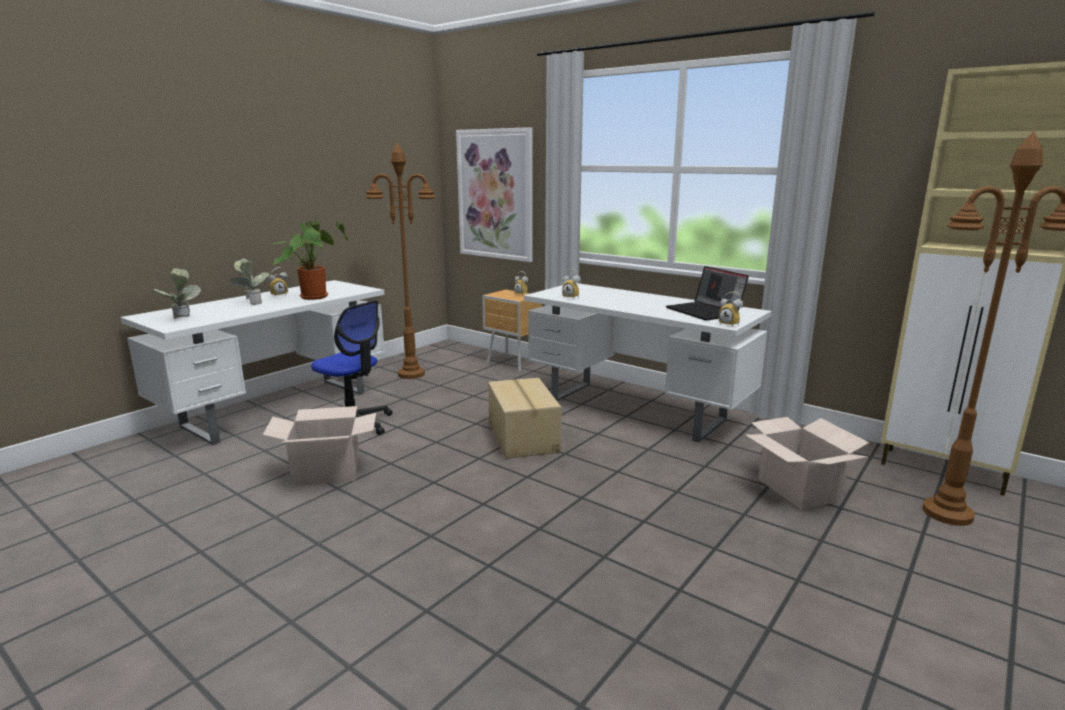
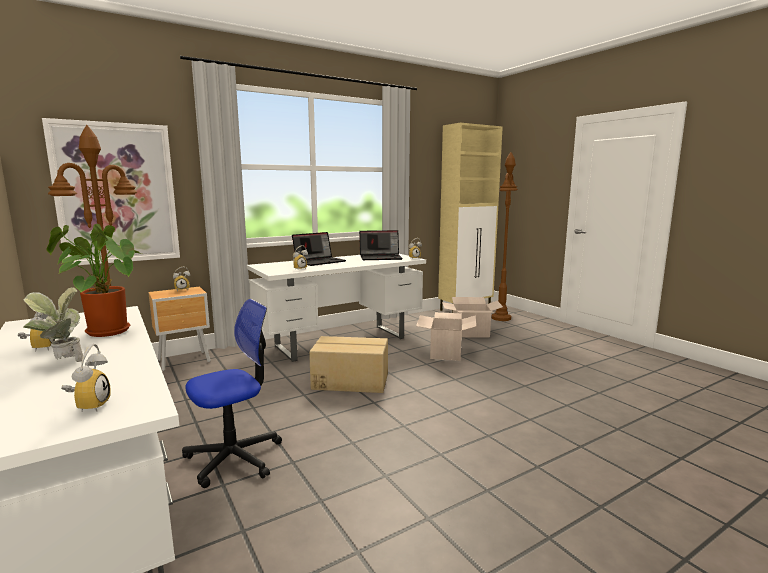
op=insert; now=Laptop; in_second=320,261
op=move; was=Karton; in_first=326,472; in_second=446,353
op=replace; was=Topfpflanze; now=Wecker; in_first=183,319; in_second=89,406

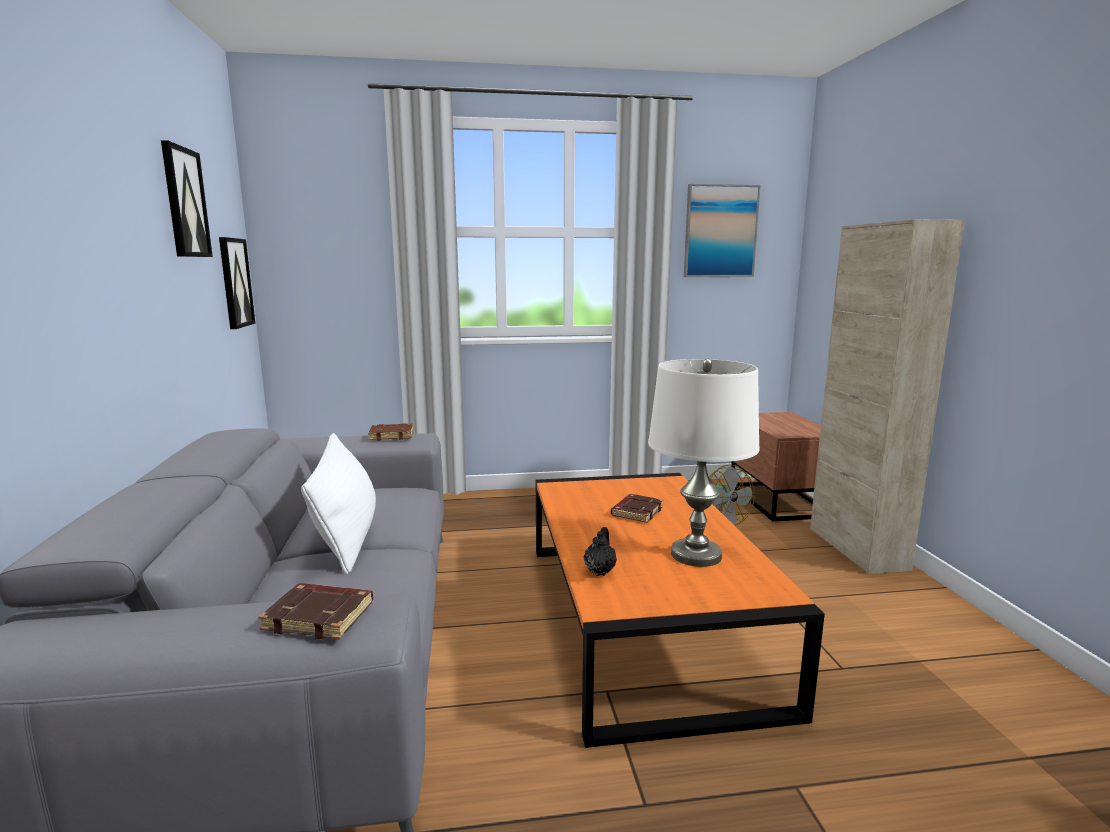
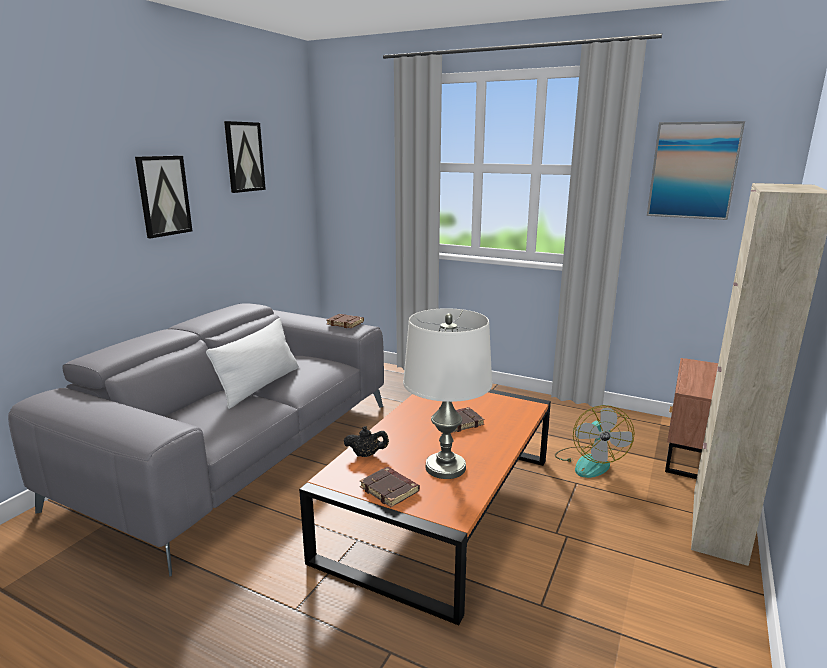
op=move; was=Bild; in_first=235,283; in_second=163,196
op=move; was=Buch/braun; in_first=321,616; in_second=390,490
op=rotate; was=Teekanne/schwarz; in_first=600,570; in_second=366,455; clockwise=45

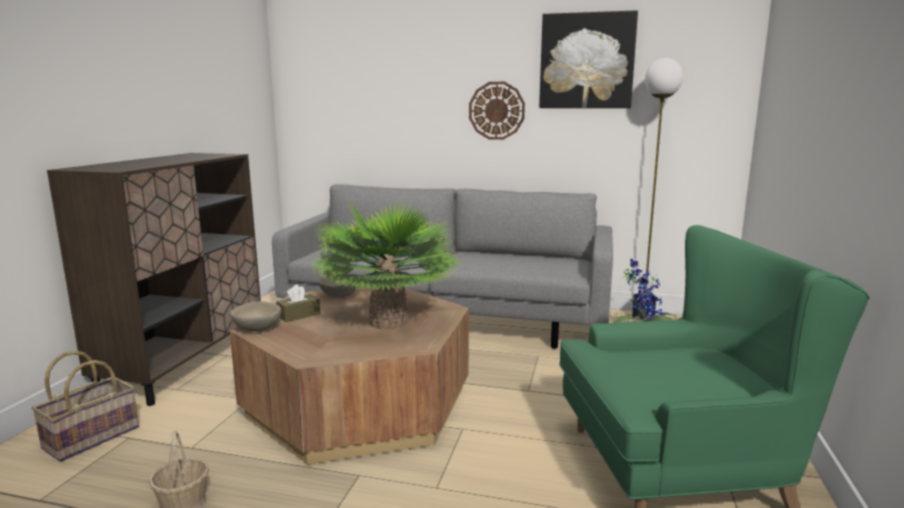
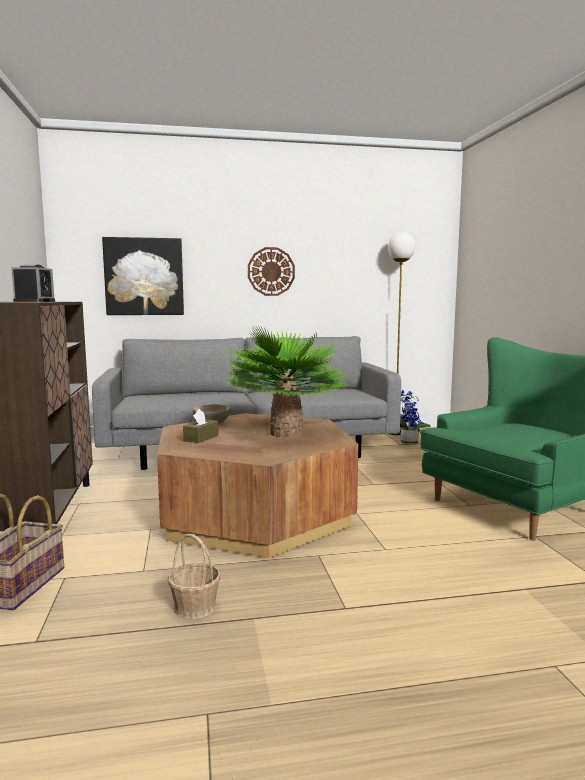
op=delete; was=Schüssel/beige; in_first=257,329
op=insert; now=Wecker; in_second=34,301
op=move; was=Bild; in_first=586,61; in_second=144,277

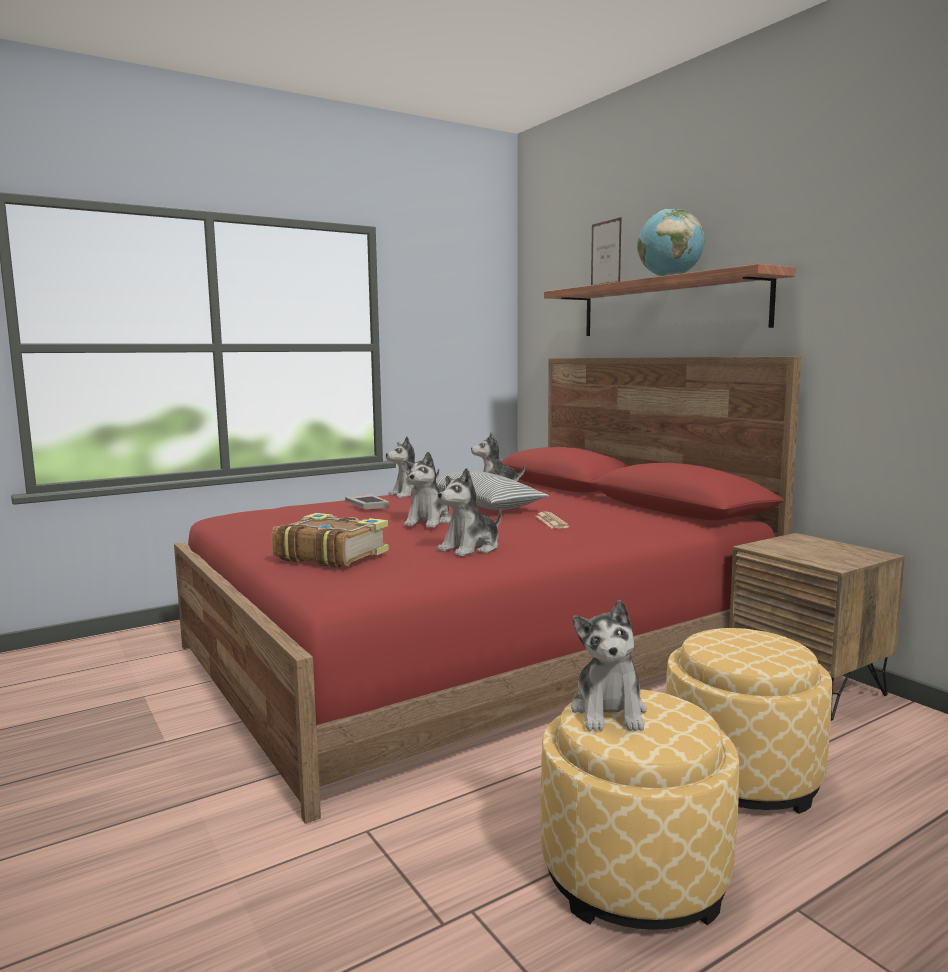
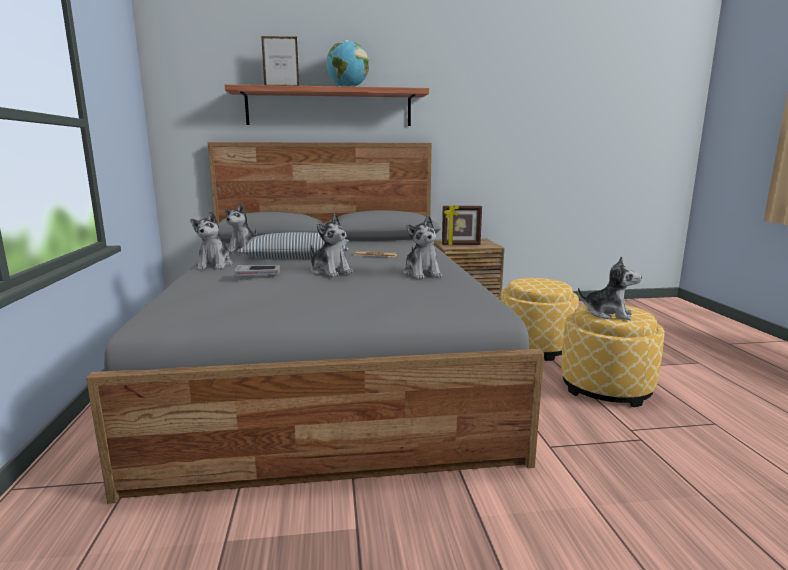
op=delete; was=Buch; in_first=331,555
op=insert; now=Bilderrahmen; in_second=461,244
op=recolor; was=Bett/rot; now=Bett/grau; in_first=477,651; in_second=331,366

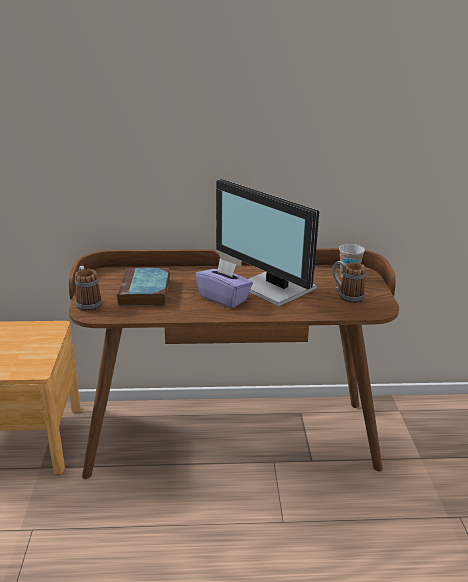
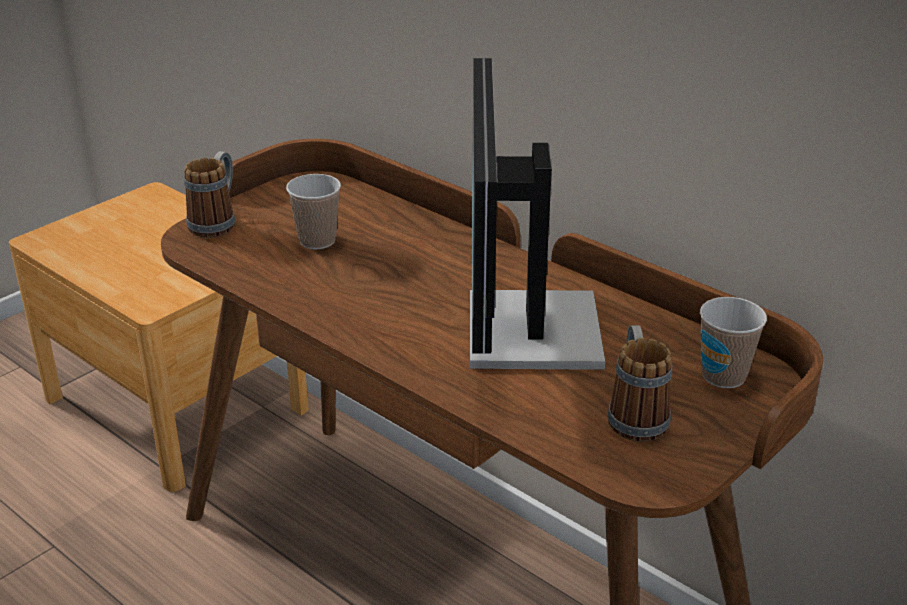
op=delete; was=Taschentuchbox/lila; in_first=224,298
op=replace; was=Buch; now=Tasse; in_first=145,292; in_second=317,241

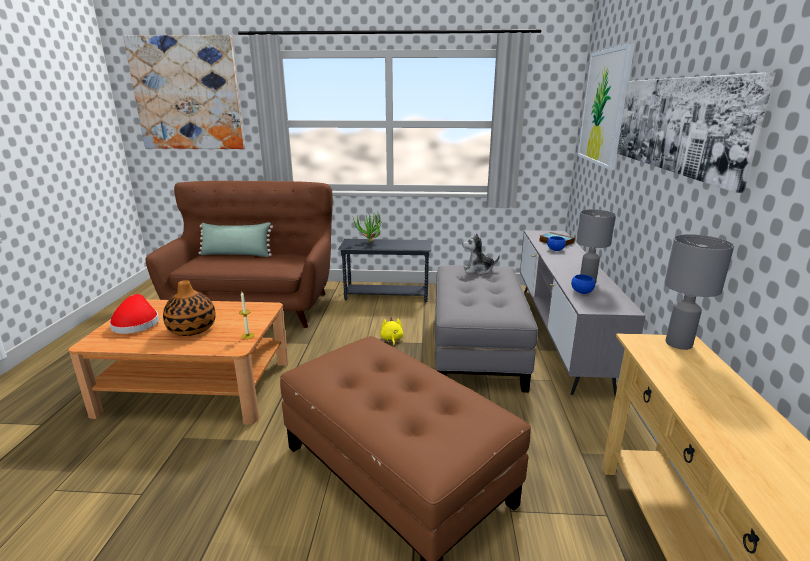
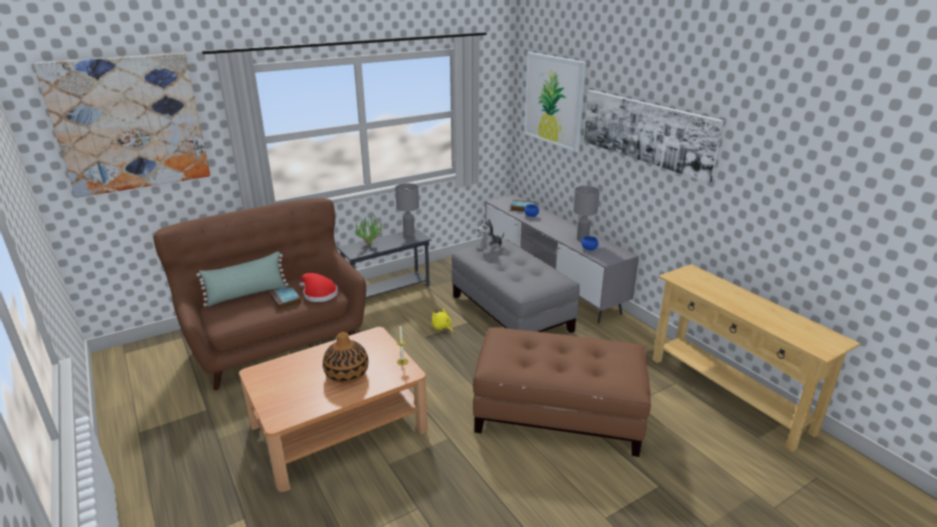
op=insert; now=Buch; in_second=286,300
op=move; was=Hut/rot; in_first=136,323; in_second=318,294
op=move; was=Tischlampe/grau; in_first=678,343; in_second=409,233

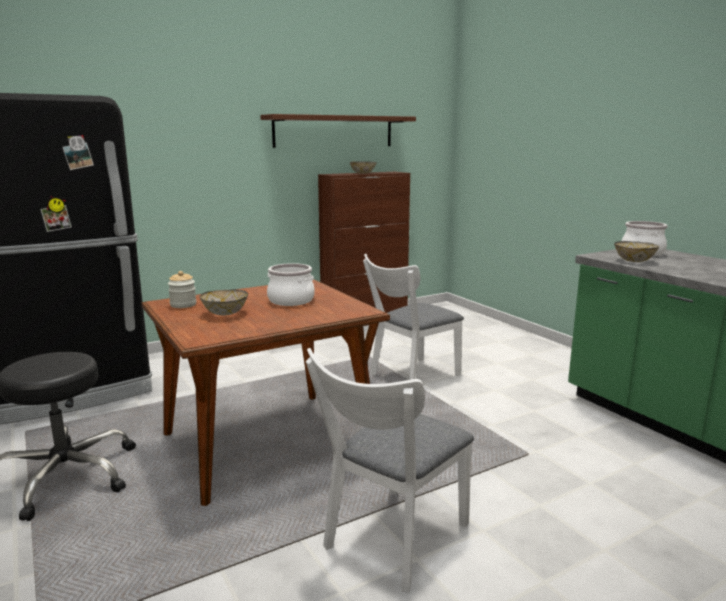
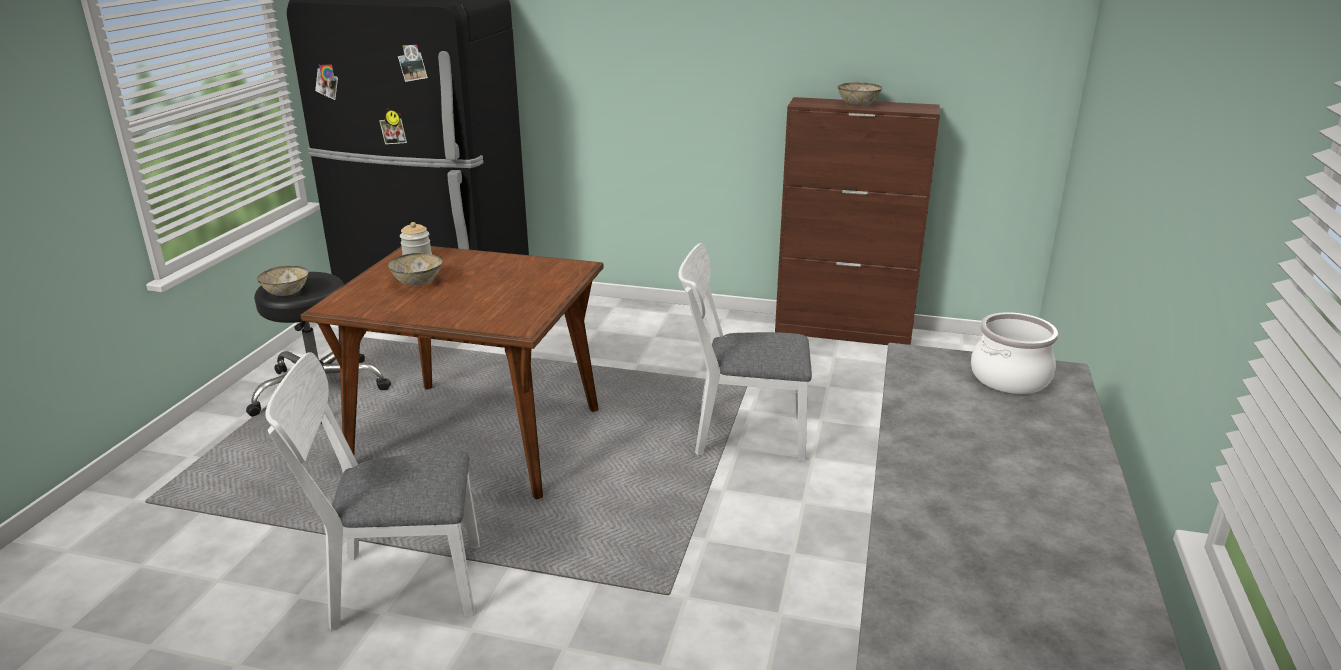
op=delete; was=Wandregal/braun; in_first=334,131
op=delete; was=Kochtopf; in_first=290,301
op=move; was=Schüssel; in_first=633,261; in_second=286,292

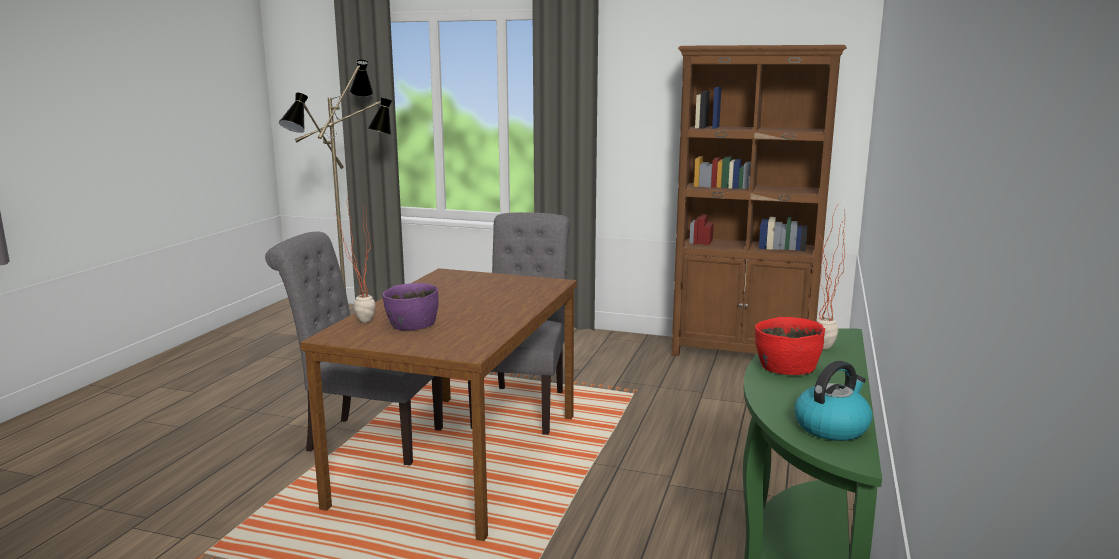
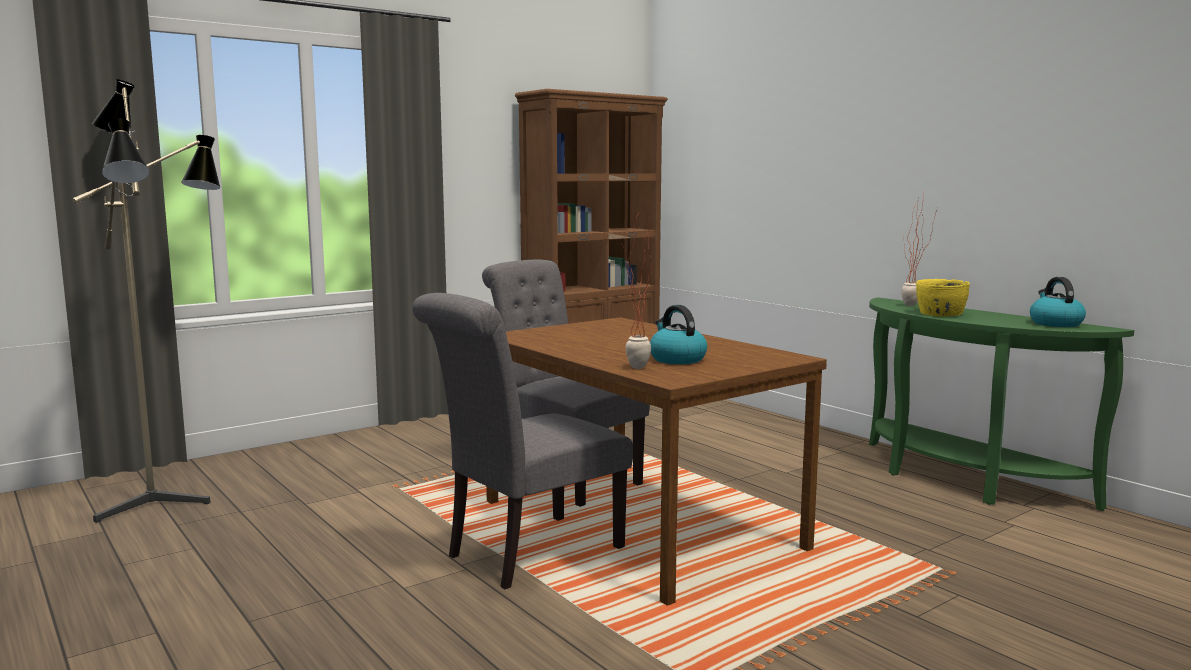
op=replace; was=Schüssel/lila; now=Wasserkessel; in_first=411,324; in_second=676,359
op=recolor; was=Schüssel/rot; now=Schüssel/gelb; in_first=786,367; in_second=940,314

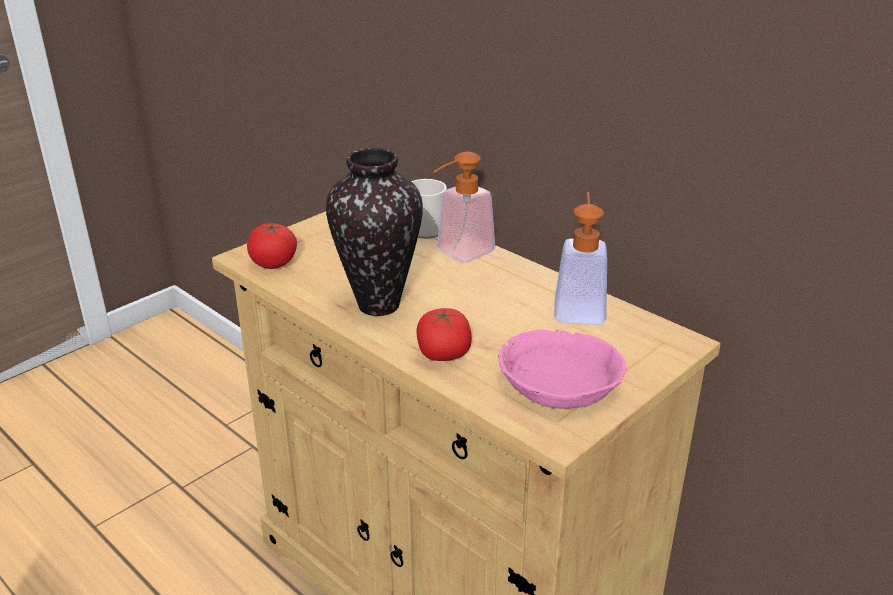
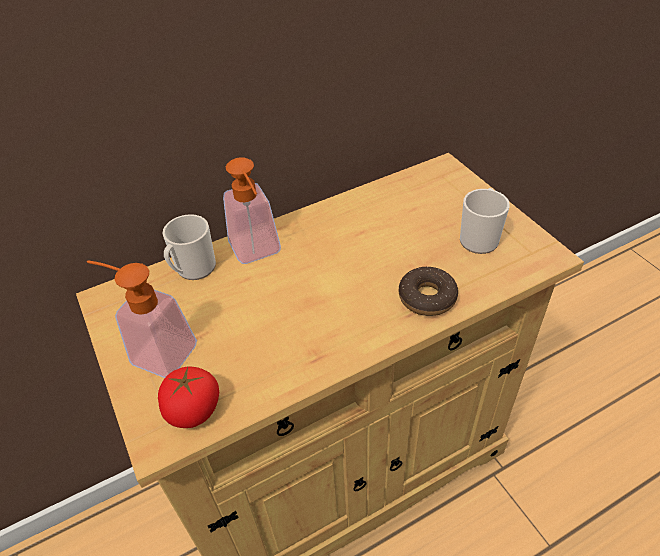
op=delete; was=Vase; in_first=380,305
op=move; was=Seifenspender; in_first=579,306; in_second=155,351
op=replace; was=Tomate; now=Donut; in_first=443,354; in_second=427,297
op=replace; was=Schüssel/rosa; now=Henkelbecher; in_first=560,380; in_second=479,237

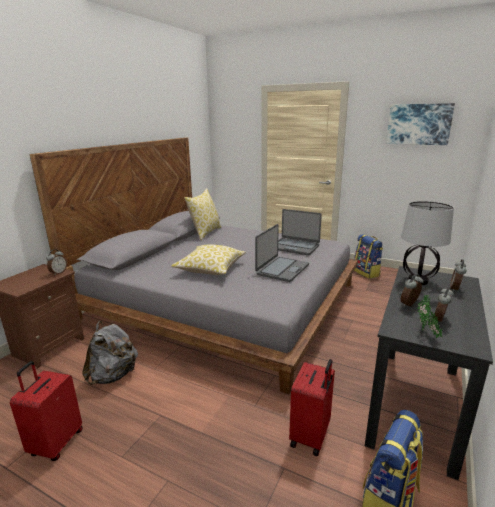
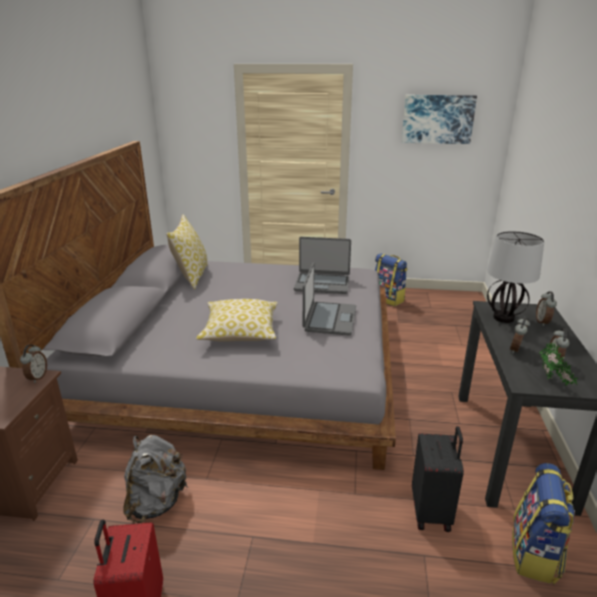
op=recolor; was=Koffer/rot; now=Koffer/schwarz; in_first=311,436; in_second=432,512

